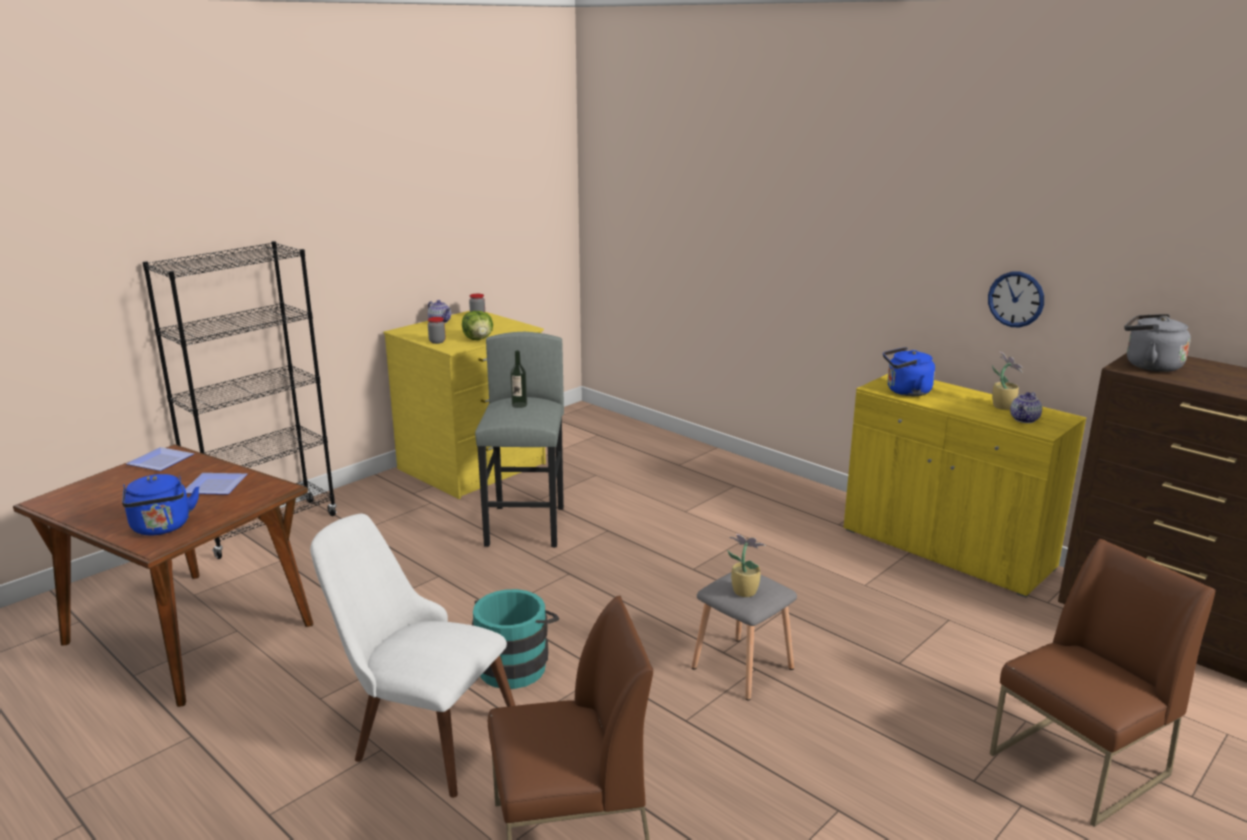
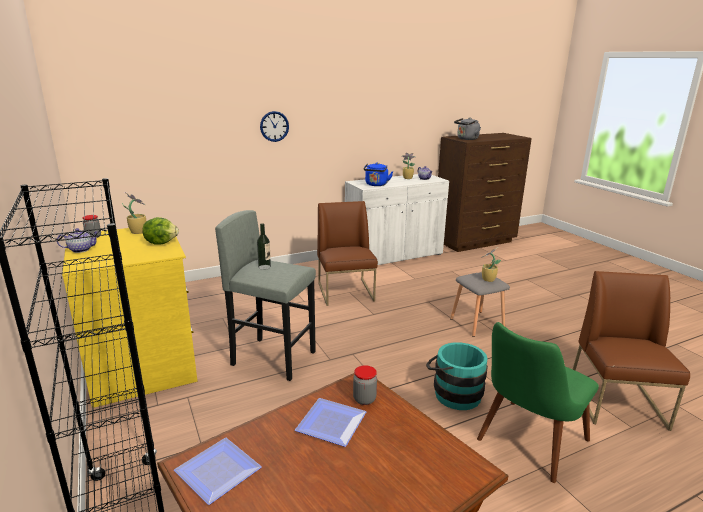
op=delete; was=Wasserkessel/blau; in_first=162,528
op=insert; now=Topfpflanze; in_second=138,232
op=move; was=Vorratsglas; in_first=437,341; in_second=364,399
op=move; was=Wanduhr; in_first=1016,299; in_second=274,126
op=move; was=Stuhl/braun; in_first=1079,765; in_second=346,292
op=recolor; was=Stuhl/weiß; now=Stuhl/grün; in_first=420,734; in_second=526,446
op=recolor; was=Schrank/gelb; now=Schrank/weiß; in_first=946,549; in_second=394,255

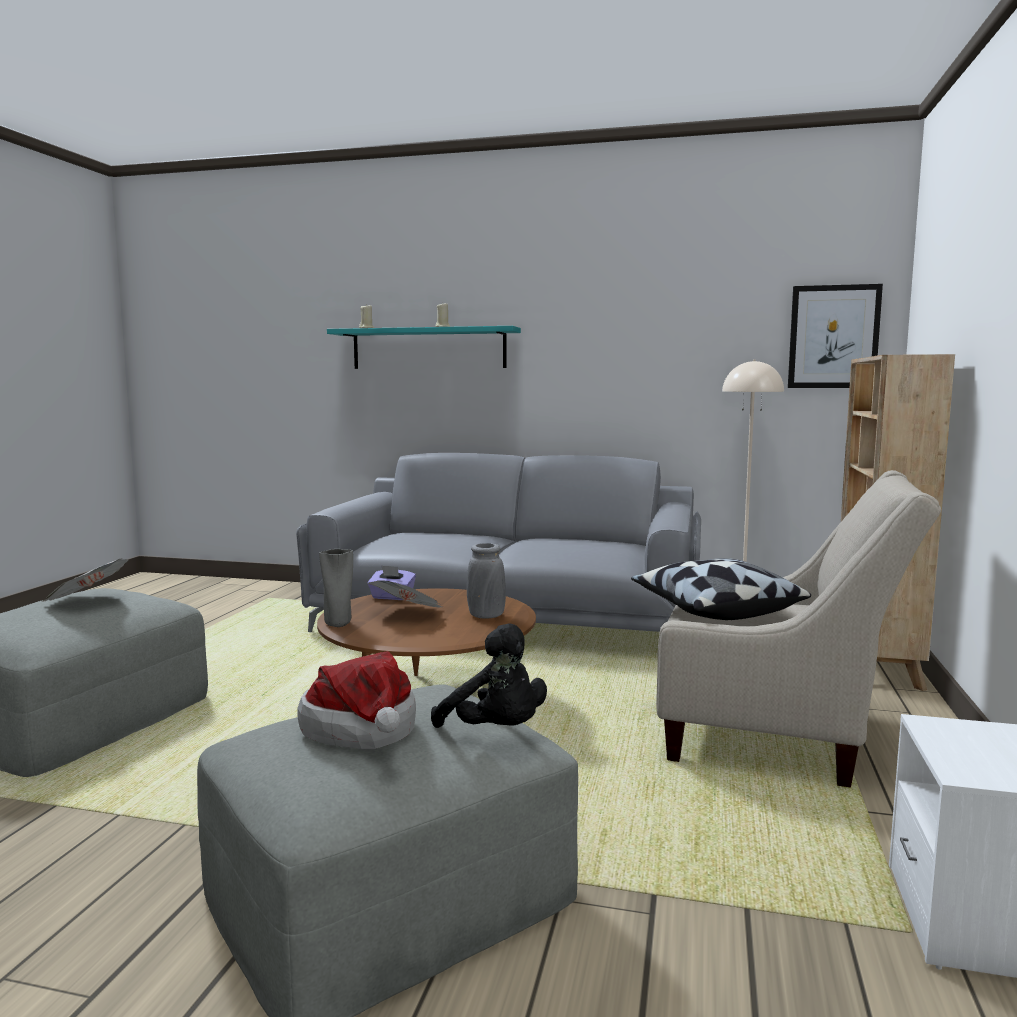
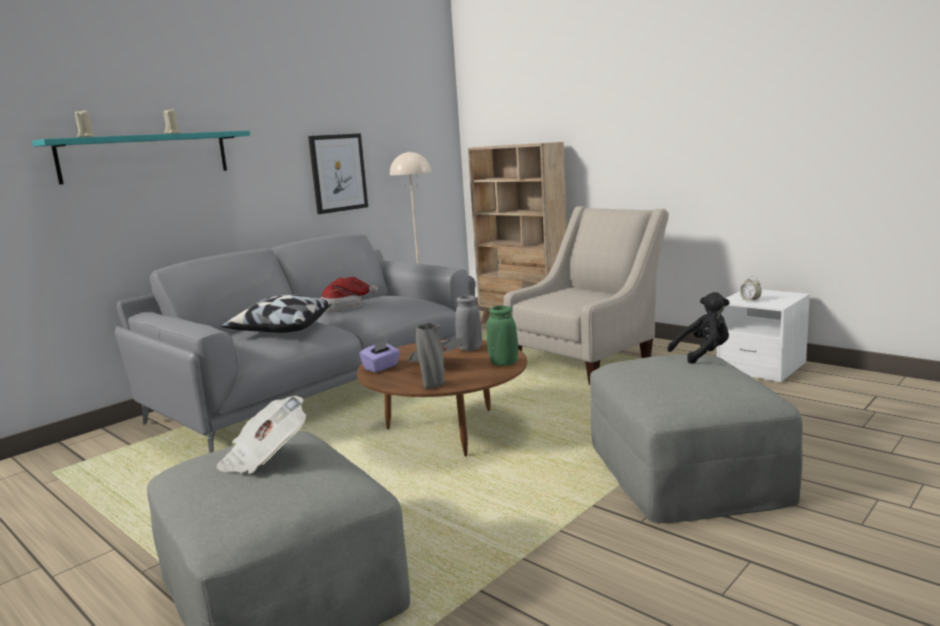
op=insert; now=Vase/grün; in_second=503,363
op=insert; now=Wecker; in_second=750,300
op=move; was=Hut; in_first=363,733; in_second=345,307
op=move; was=Kissen; in_first=714,610; in_second=280,330
op=move; was=Bild; in_first=833,337; in_second=338,173

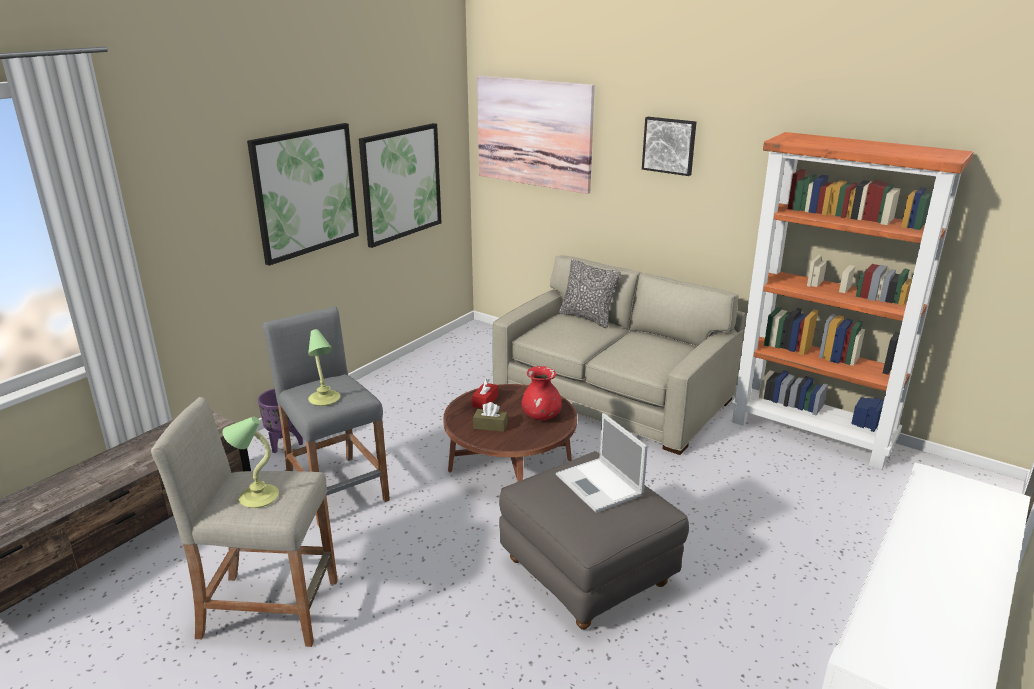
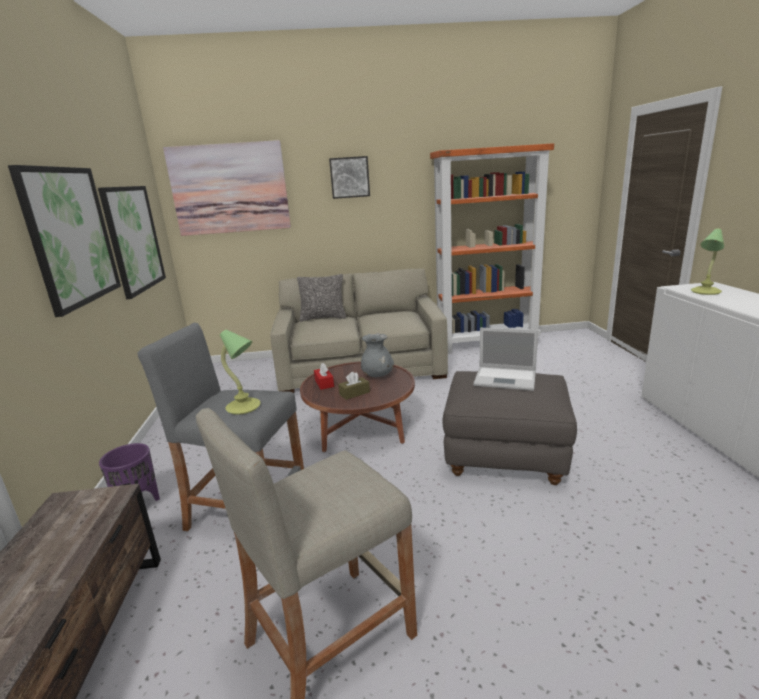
op=move; was=Tischlampe; in_first=257,497; in_second=705,292
op=recolor; was=Vase/rot; now=Vase/grau; in_first=541,416; in_second=378,375

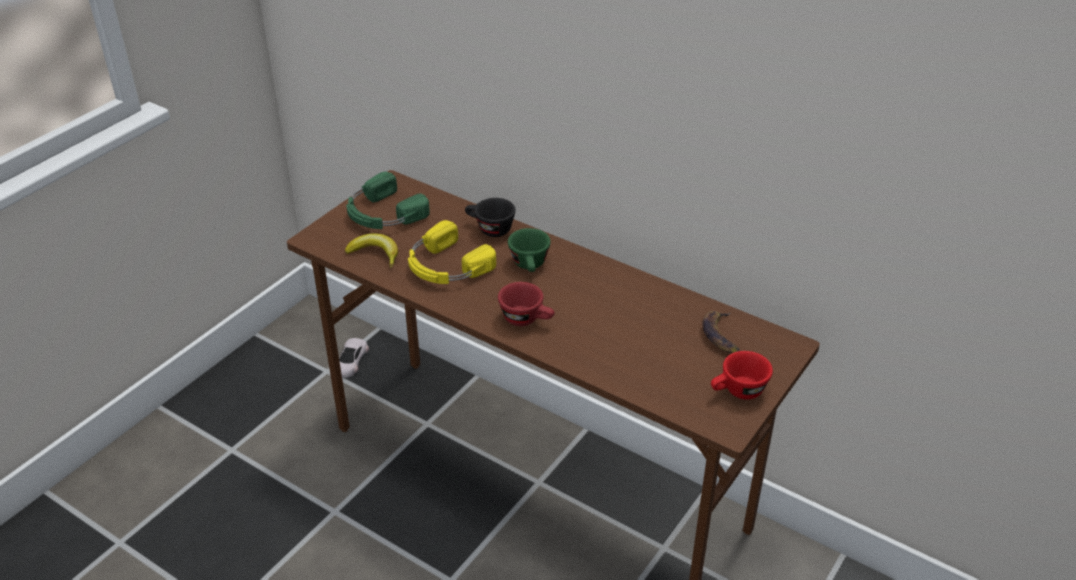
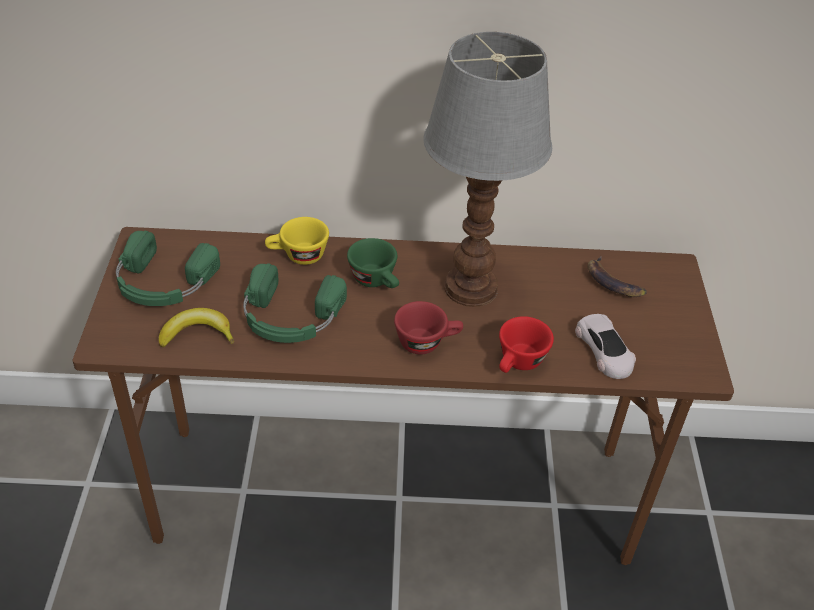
op=insert; now=Tischlampe; in_second=469,287
op=move; was=Spielzeugauto/weiß; in_first=351,361; in_second=604,350
op=move; was=Tasse/rot; in_first=738,392; in_second=518,363
op=recolor; was=Kopfhörer/gelb; now=Kopfhörer/grün; in_first=446,266; in_second=289,317
op=recolor; was=Tasse/schwarz; now=Tasse/gelb; in_first=489,229; in_second=298,256

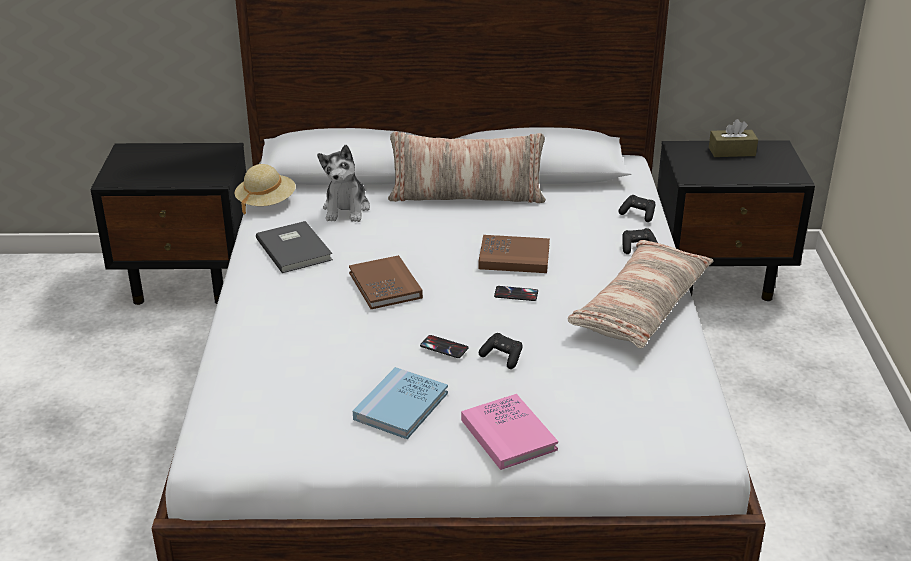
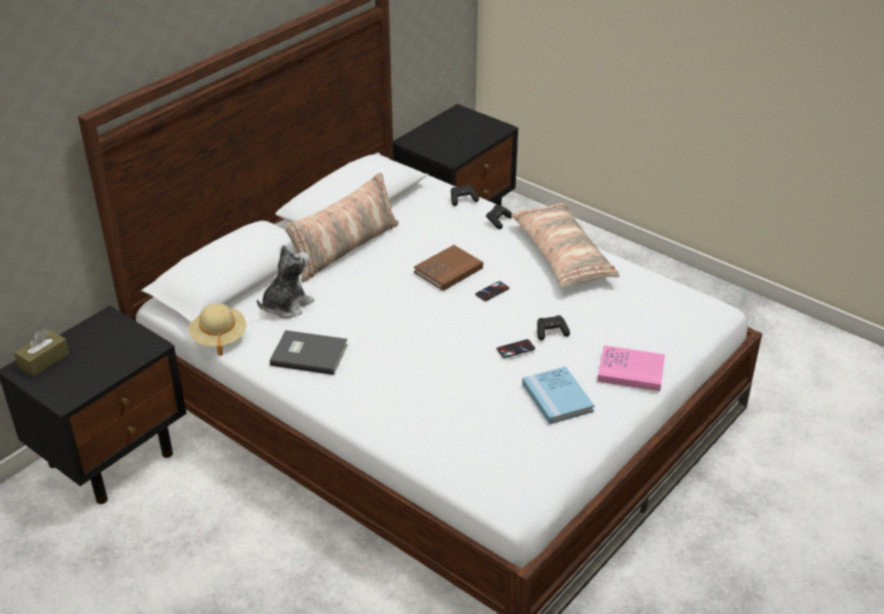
op=delete; was=Buch/braun; in_first=385,285
op=move; was=Taschentuchbox/braun; in_first=731,151; in_second=44,360
op=rotate; was=Plüschtier; in_first=346,209; in_second=286,305; clockwise=-90

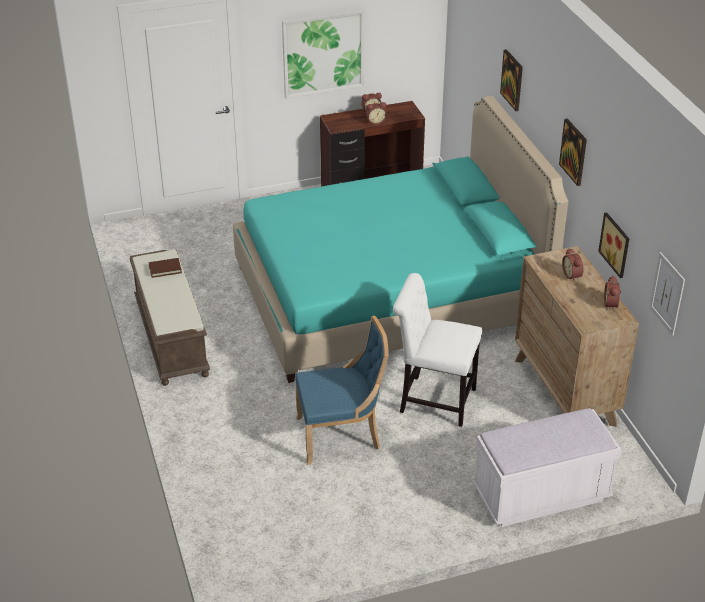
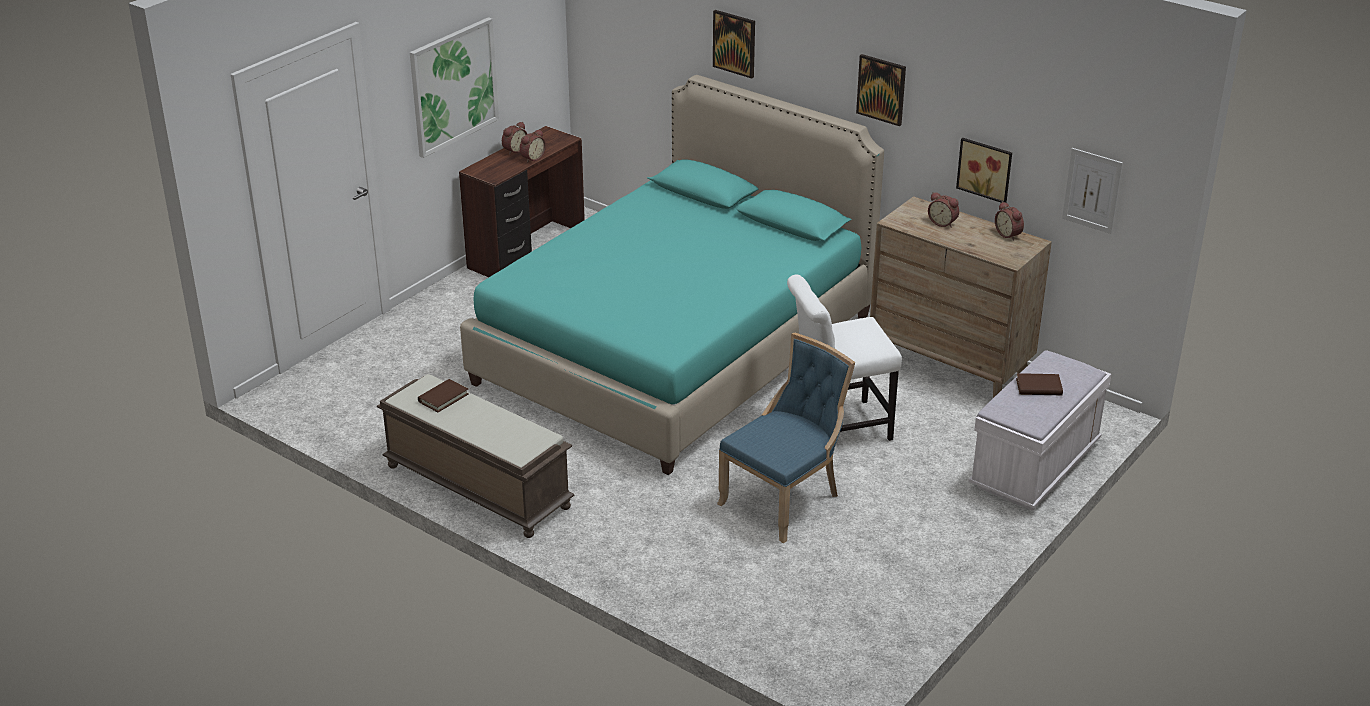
op=insert; now=Buch/braun; in_second=1039,387

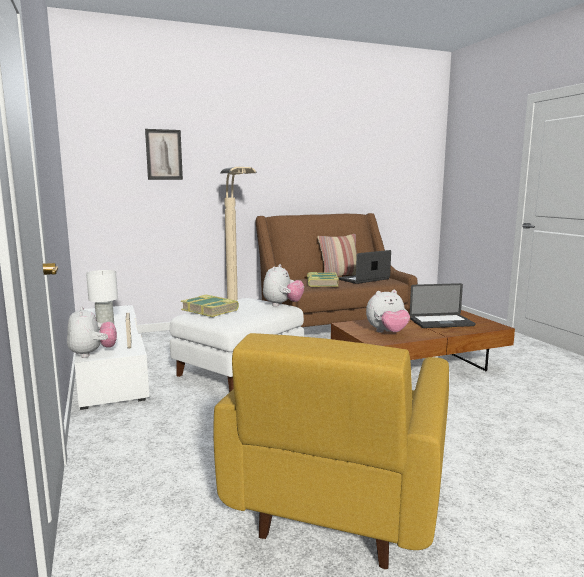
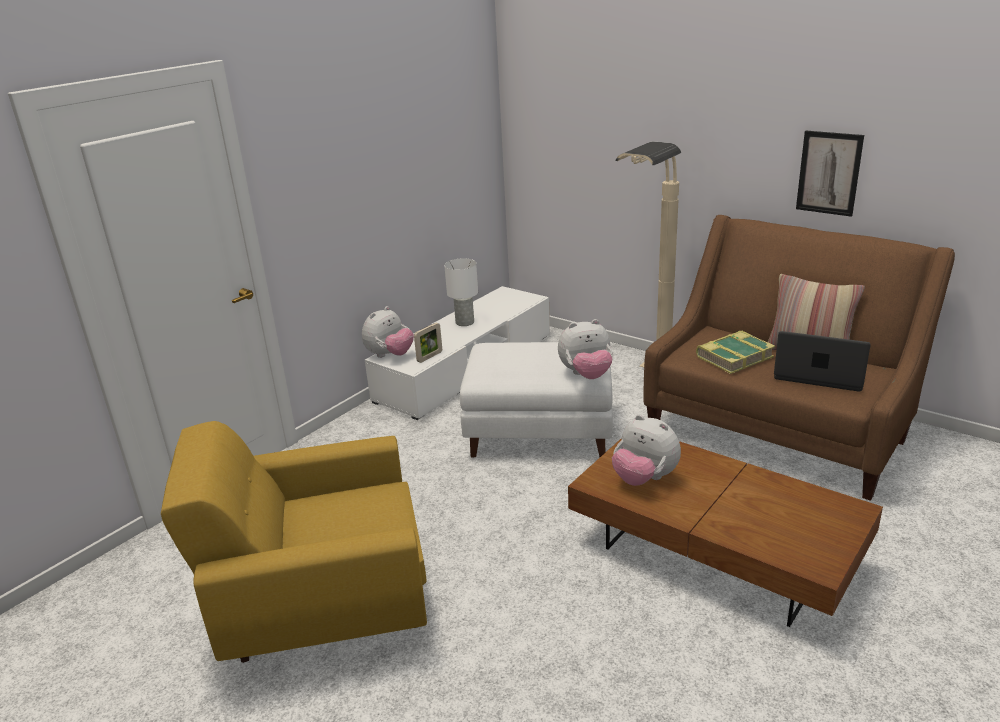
op=delete; was=Buch; in_first=210,310
op=delete; was=Laptop; in_first=441,322
op=move; was=Bild; in_first=164,154; in_second=829,173

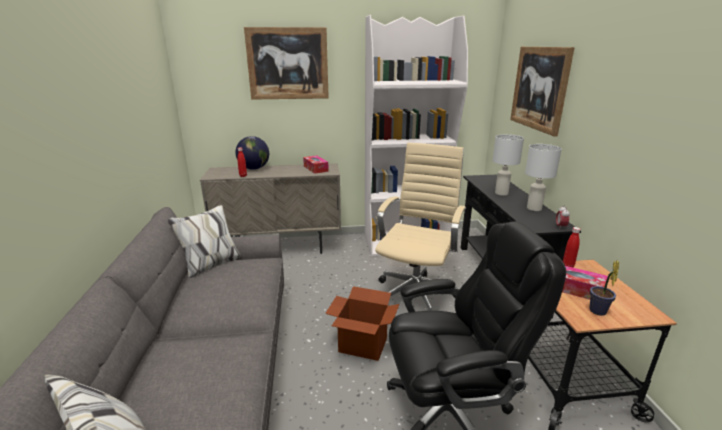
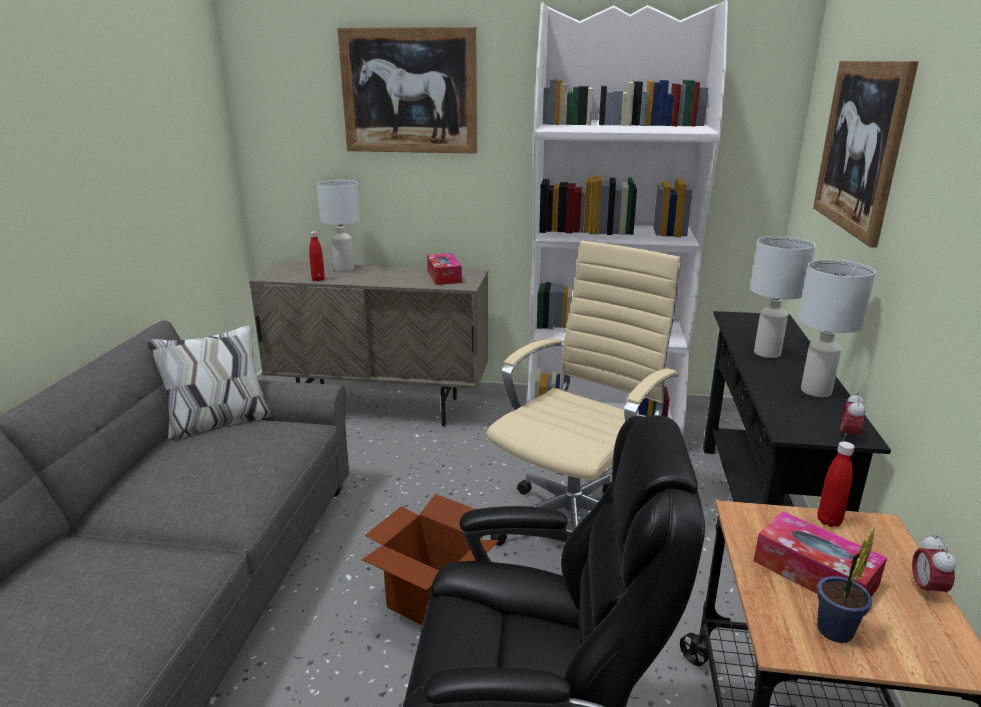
op=insert; now=Wecker; in_second=926,589
op=replace; was=Globus; now=Tischlampe/weiß; in_first=254,168; in_second=344,269

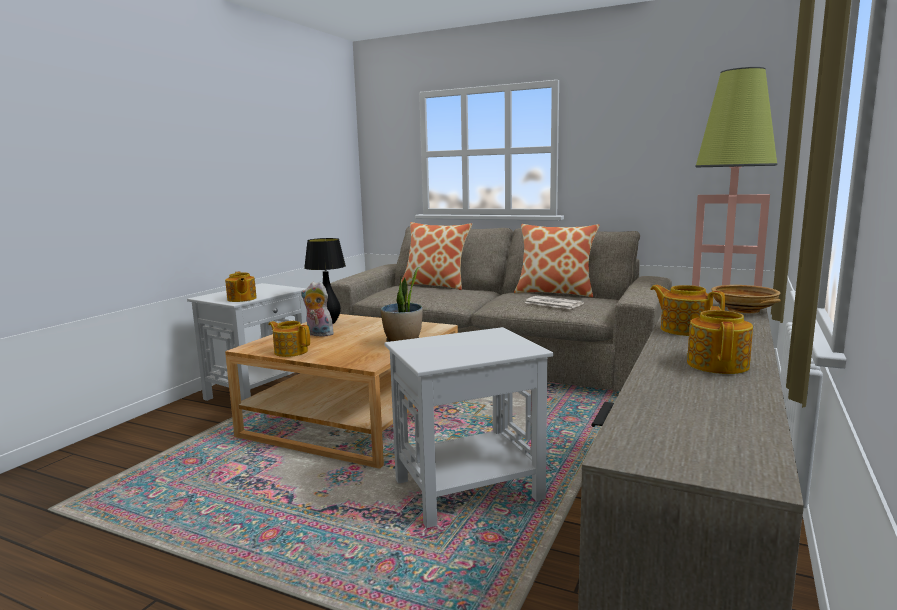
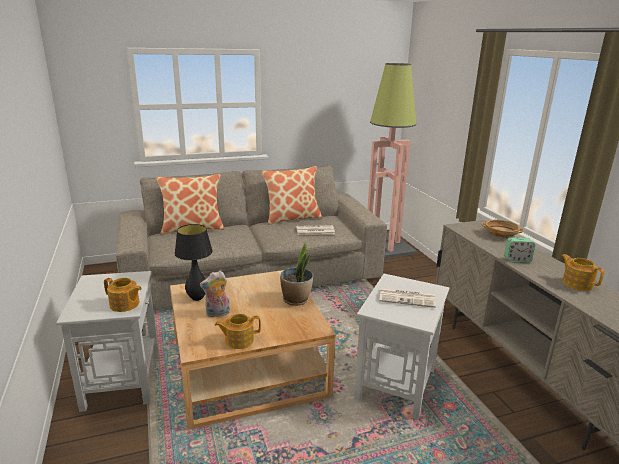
op=insert; now=Zeitung; in_second=407,298
op=replace; was=Teekanne; now=Wecker; in_first=684,329; in_second=517,260

